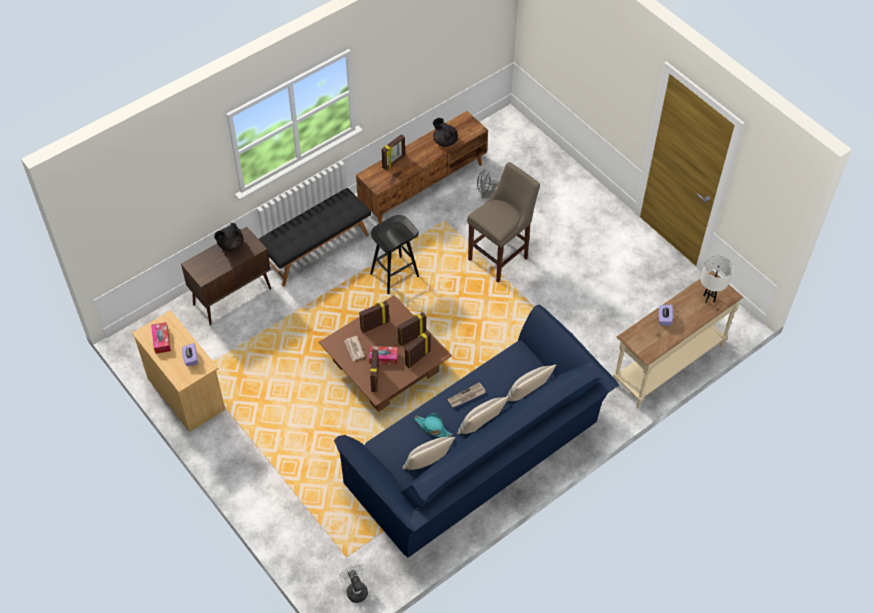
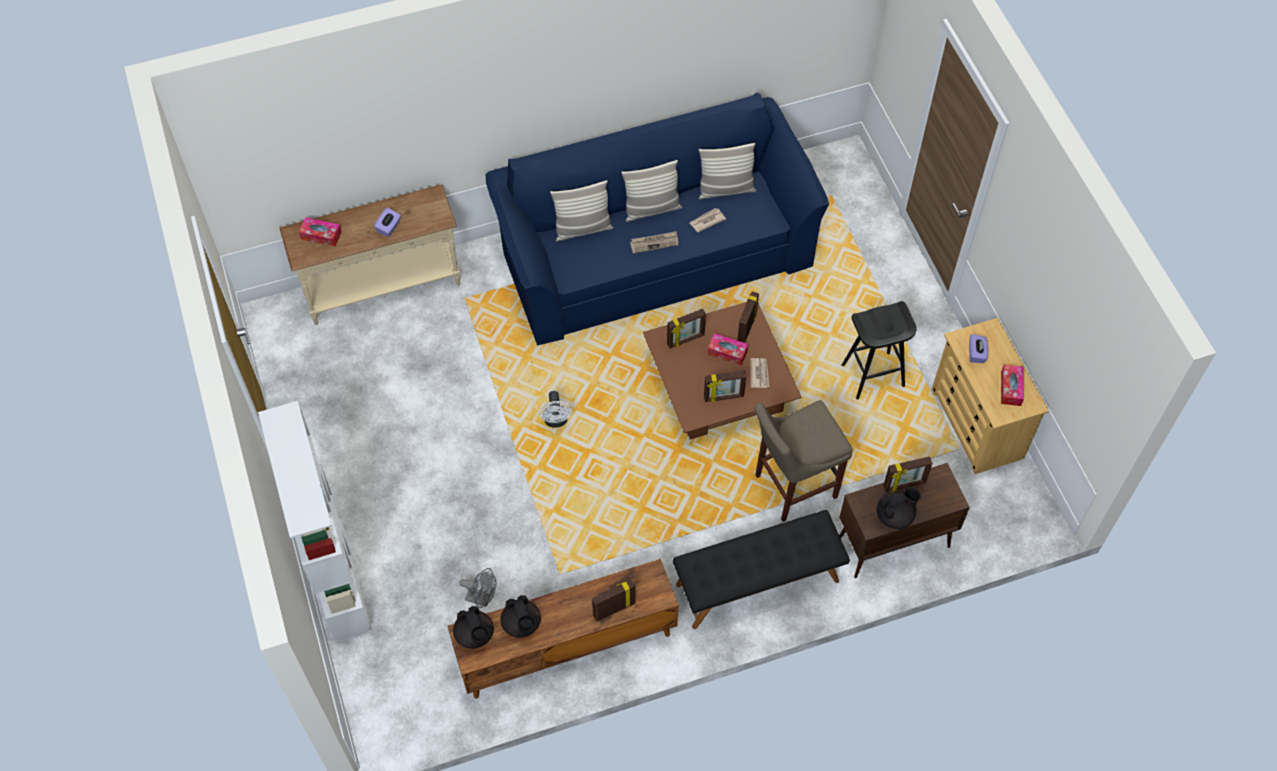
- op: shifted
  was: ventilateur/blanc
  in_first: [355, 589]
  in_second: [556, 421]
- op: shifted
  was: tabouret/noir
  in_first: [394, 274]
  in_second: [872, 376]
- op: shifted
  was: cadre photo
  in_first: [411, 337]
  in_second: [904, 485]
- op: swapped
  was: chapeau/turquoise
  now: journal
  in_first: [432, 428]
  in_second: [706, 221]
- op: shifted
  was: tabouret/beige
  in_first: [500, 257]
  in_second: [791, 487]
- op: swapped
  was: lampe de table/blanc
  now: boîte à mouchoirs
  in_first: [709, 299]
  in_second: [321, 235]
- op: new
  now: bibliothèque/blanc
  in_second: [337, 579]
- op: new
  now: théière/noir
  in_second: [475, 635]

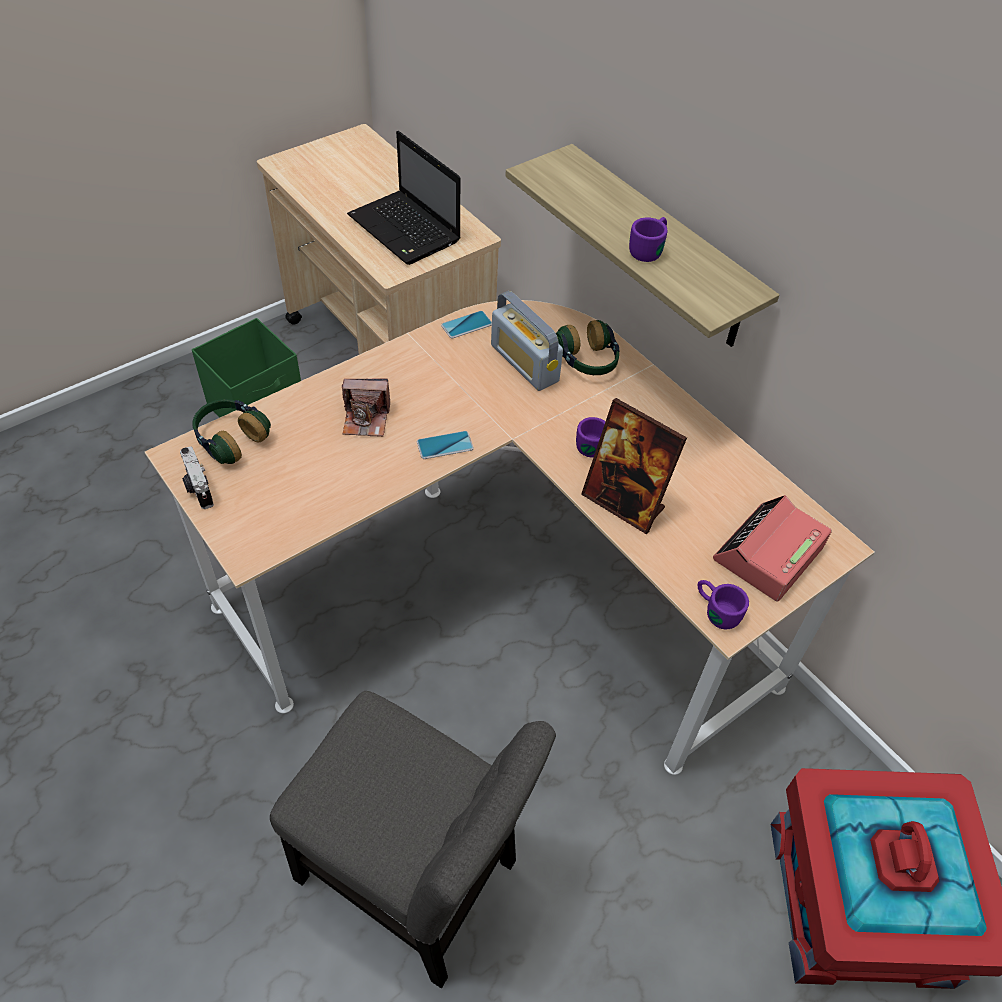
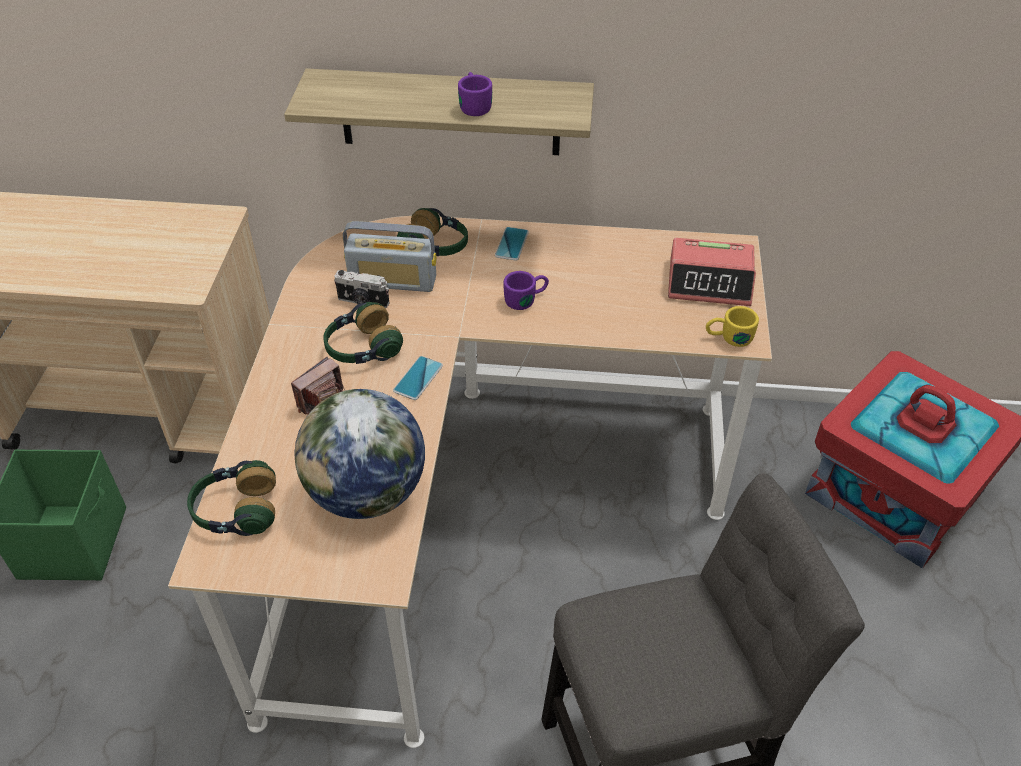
- op: shifted
  was: appareil photo
  in_first: [198, 488]
  in_second: [363, 302]
- op: gone
  was: ordinateur portable
  in_first: [406, 230]
- op: shifted
  was: téléphone
  in_first: [466, 325]
  in_second: [511, 244]
- op: gone
  was: cadre photo
  in_first: [624, 503]
- op: repainted
  was: mug/violet
  now: mug/jaune
  in_first: [715, 610]
  in_second: [728, 337]
- op: rotated
  was: réveil
  in_first: [768, 554]
  in_second: [710, 282]
  clockwise: -75
- op: new
  now: globe
  in_second: [367, 494]
- op: new
  now: casque audio
  in_second: [362, 349]

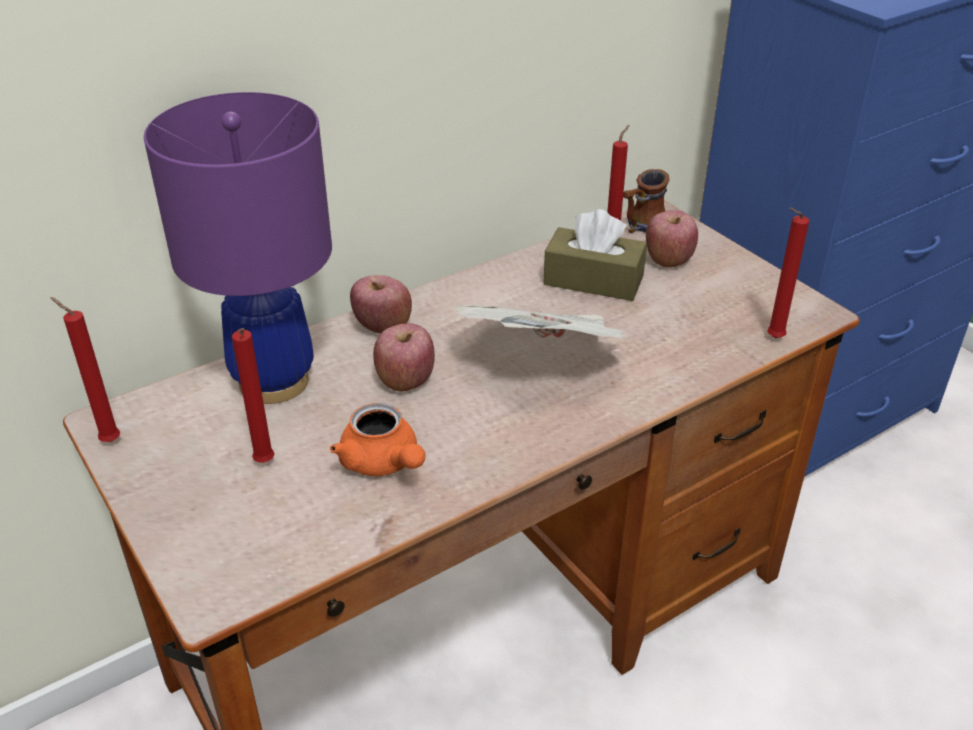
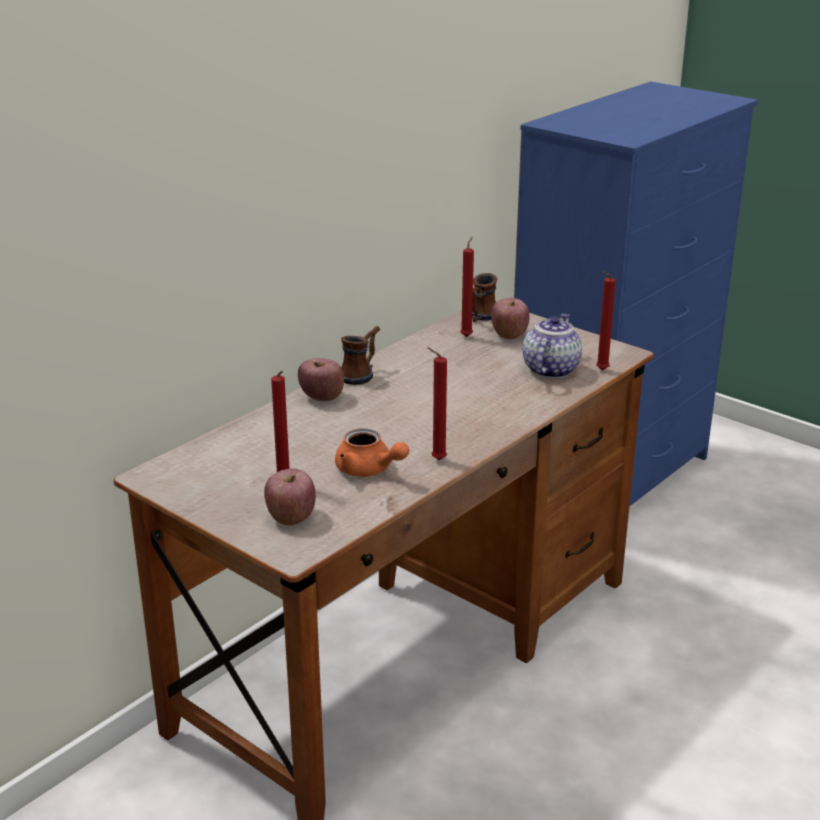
- op: shifted
  was: bougie/rouge
  in_first: [108, 440]
  in_second: [436, 460]
- op: gone
  was: lampe de table/violet
  in_first: [273, 382]
- op: shifted
  was: pomme
  in_first: [405, 380]
  in_second: [291, 517]
- op: gone
  was: journal
  in_first: [546, 358]
- op: gone
  was: boîte à mouchoirs/marron
  in_first: [593, 280]
- op: new
  now: mug
  in_second: [361, 374]
- op: new
  now: théière
  in_second: [550, 369]

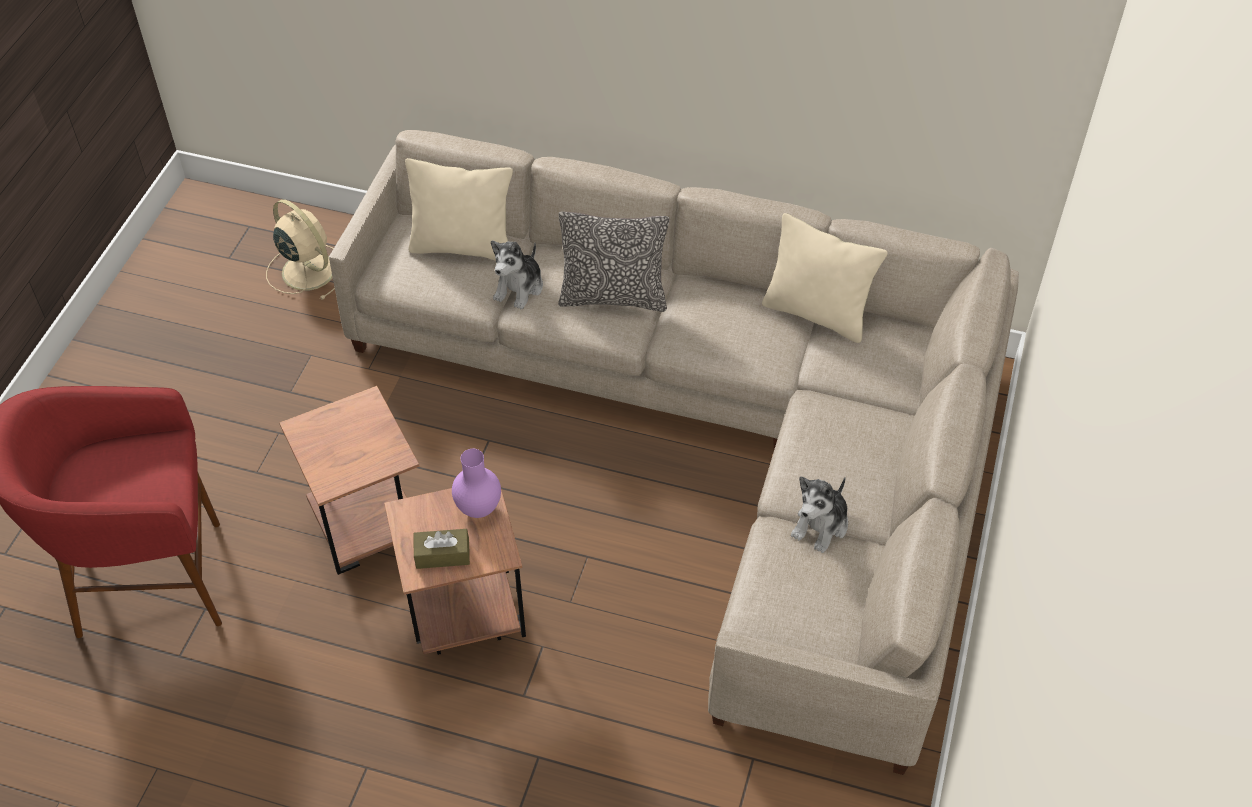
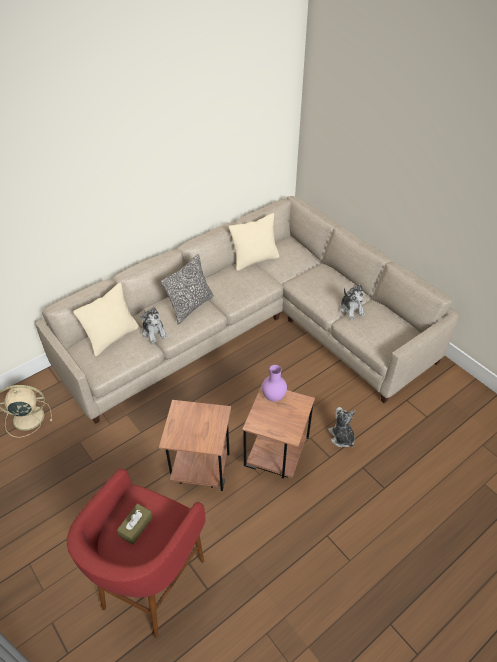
- op: shifted
  was: boîte à mouchoirs/marron
  in_first: [442, 555]
  in_second: [136, 527]
- op: new
  now: peluche
  in_second: [341, 437]

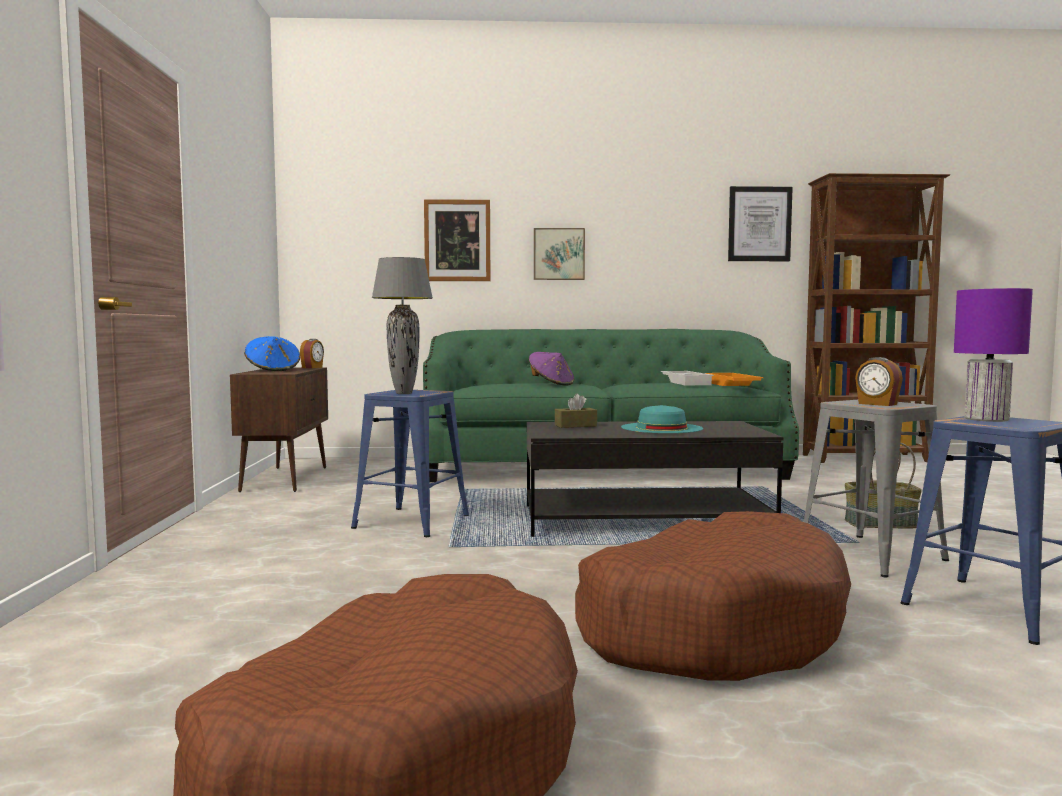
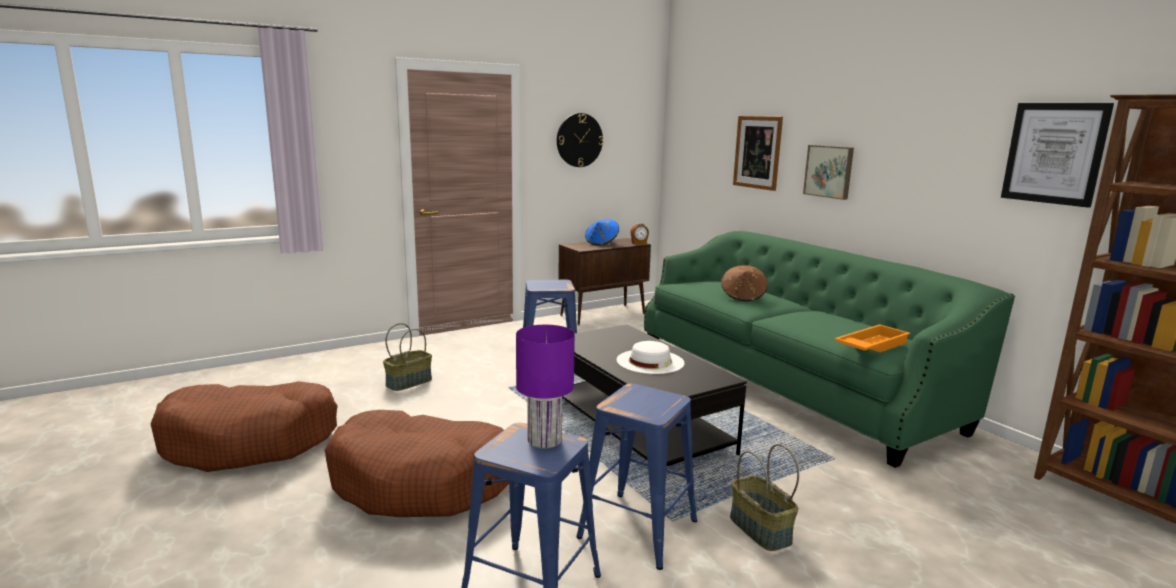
- op: gone
  was: lampe de table/gris
  in_first: [403, 393]
- op: repainted
  was: chapeau/violet
  now: chapeau/marron
  in_first: [551, 384]
  in_second: [743, 296]
- op: gone
  was: boîte à mouchoirs/marron
  in_first: [575, 425]
- op: repainted
  was: chapeau/turquoise
  now: chapeau/blanc
  in_first: [661, 428]
  in_second: [650, 361]
- op: gone
  was: plateau/blanc
  in_first: [687, 382]
- op: repainted
  was: tabouret/gris
  now: tabouret/bleu
  in_first: [872, 554]
  in_second: [639, 529]
- op: gone
  was: réveil
  in_first: [877, 404]
- op: new
  now: panier
  in_second: [409, 382]
- op: new
  now: horloge murale
  in_second: [579, 140]

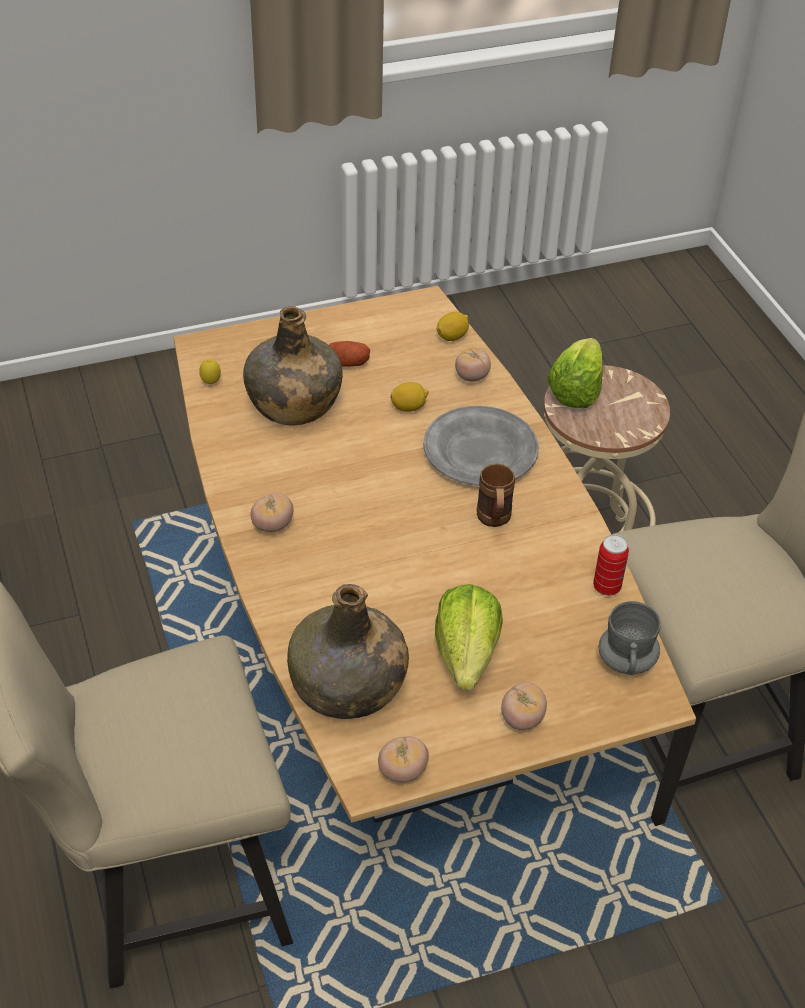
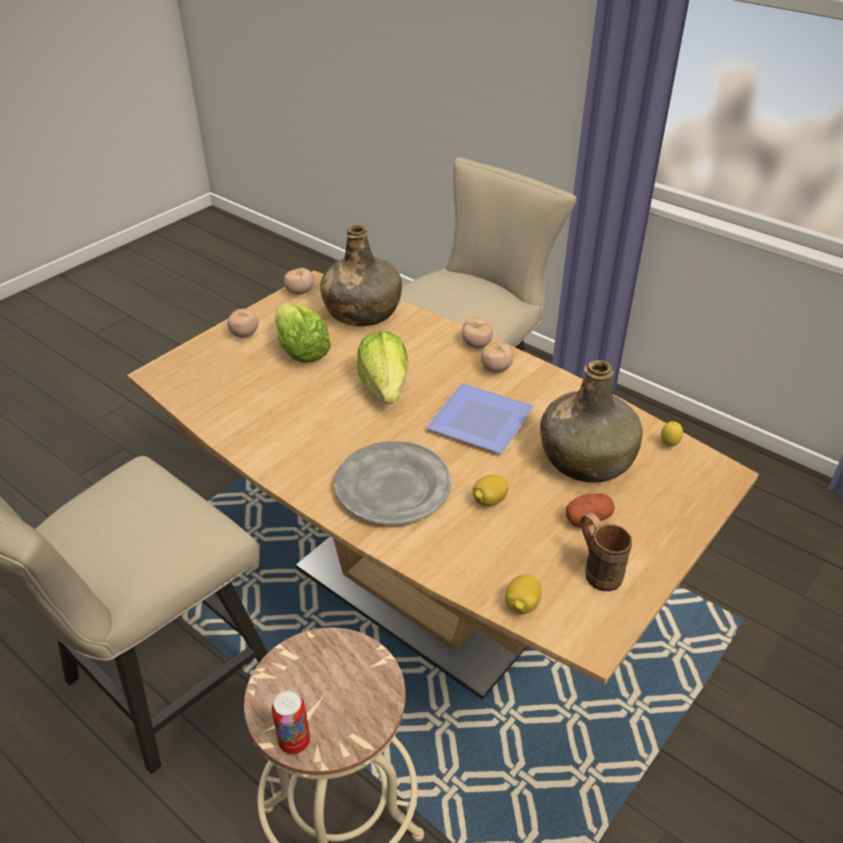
- op: shifted
  was: tomate
  in_first: [471, 377]
  in_second: [476, 344]
- op: shifted
  was: mug/marron
  in_first: [494, 521]
  in_second: [597, 570]
- op: shifted
  was: laitue
  in_first: [576, 391]
  in_second: [385, 388]
- op: shifted
  was: boîte métallique
  in_first: [606, 587]
  in_second: [294, 741]
- op: gone
  was: mug/gris
  in_first: [626, 661]
- op: new
  now: assiette
  in_second: [481, 424]

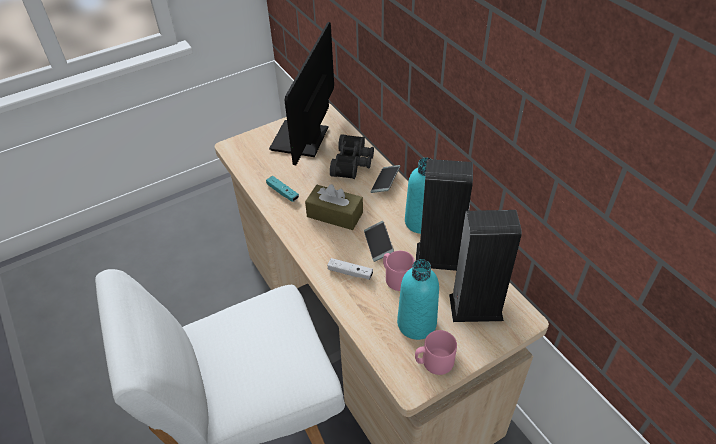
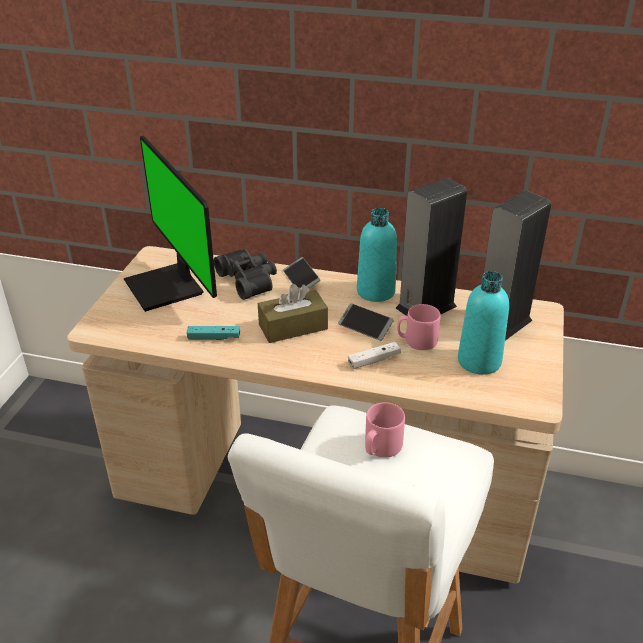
- op: shifted
  was: mug/rose
  in_first: [433, 362]
  in_second: [380, 448]

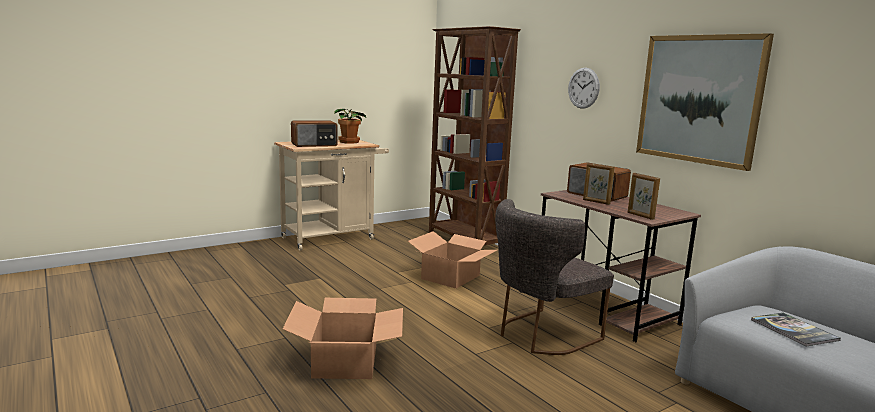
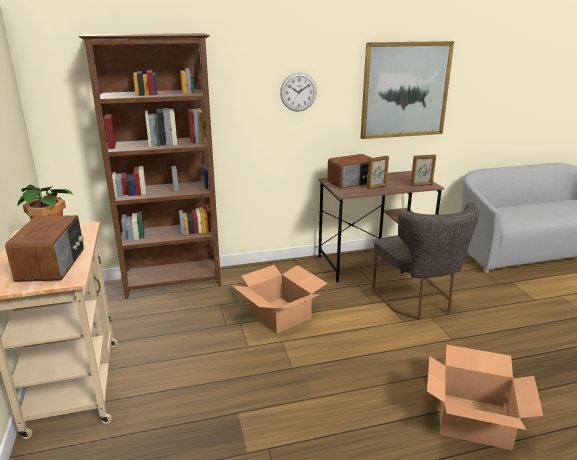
- op: gone
  was: livre
  in_first: [793, 330]

